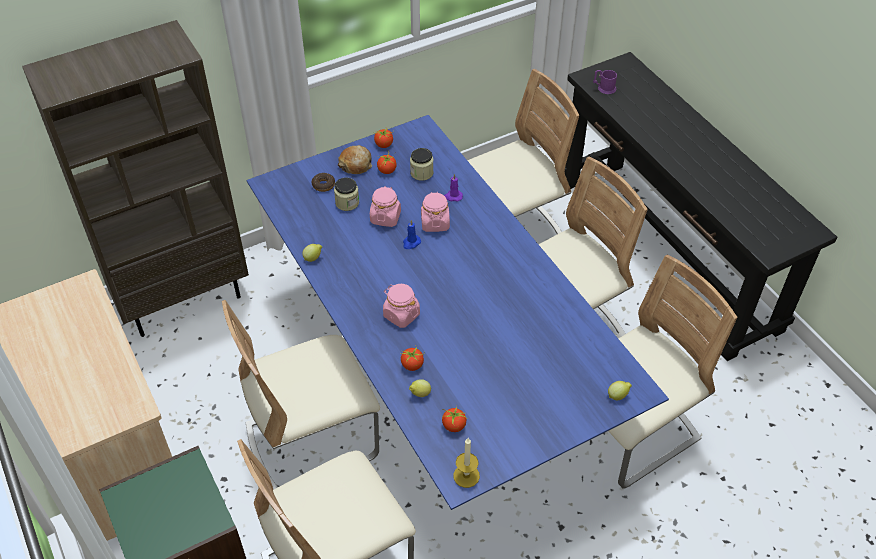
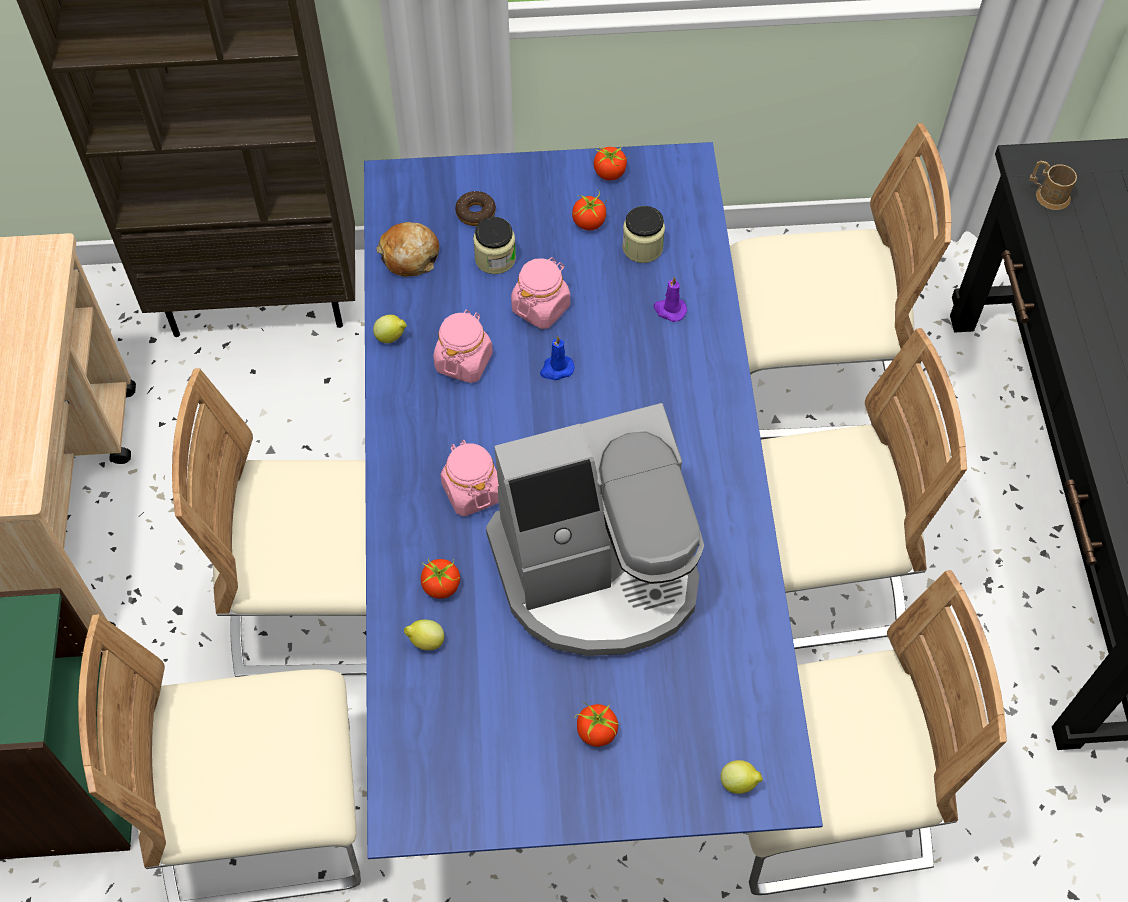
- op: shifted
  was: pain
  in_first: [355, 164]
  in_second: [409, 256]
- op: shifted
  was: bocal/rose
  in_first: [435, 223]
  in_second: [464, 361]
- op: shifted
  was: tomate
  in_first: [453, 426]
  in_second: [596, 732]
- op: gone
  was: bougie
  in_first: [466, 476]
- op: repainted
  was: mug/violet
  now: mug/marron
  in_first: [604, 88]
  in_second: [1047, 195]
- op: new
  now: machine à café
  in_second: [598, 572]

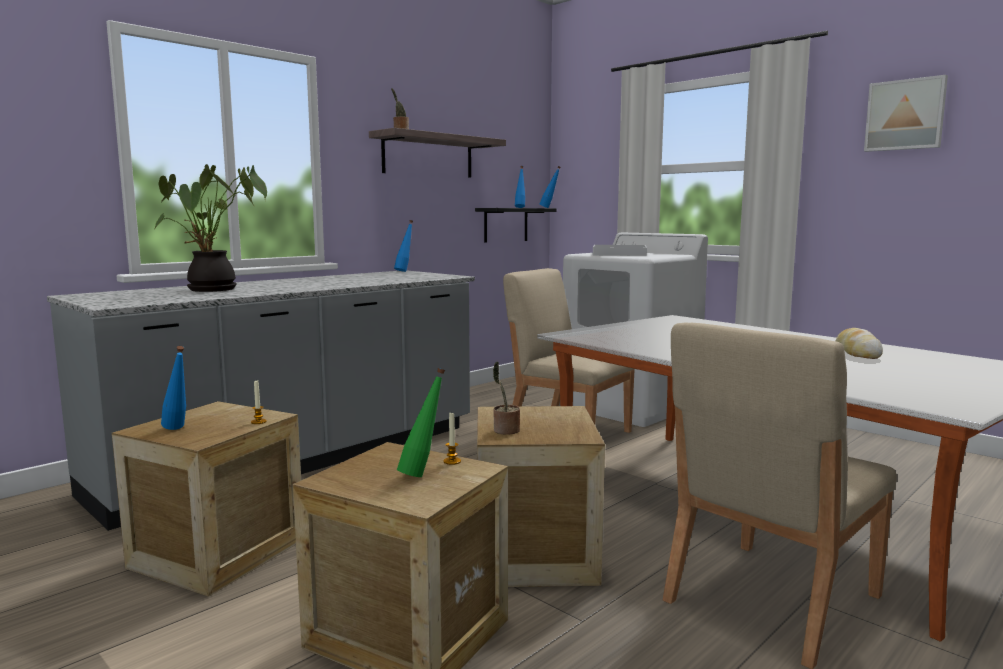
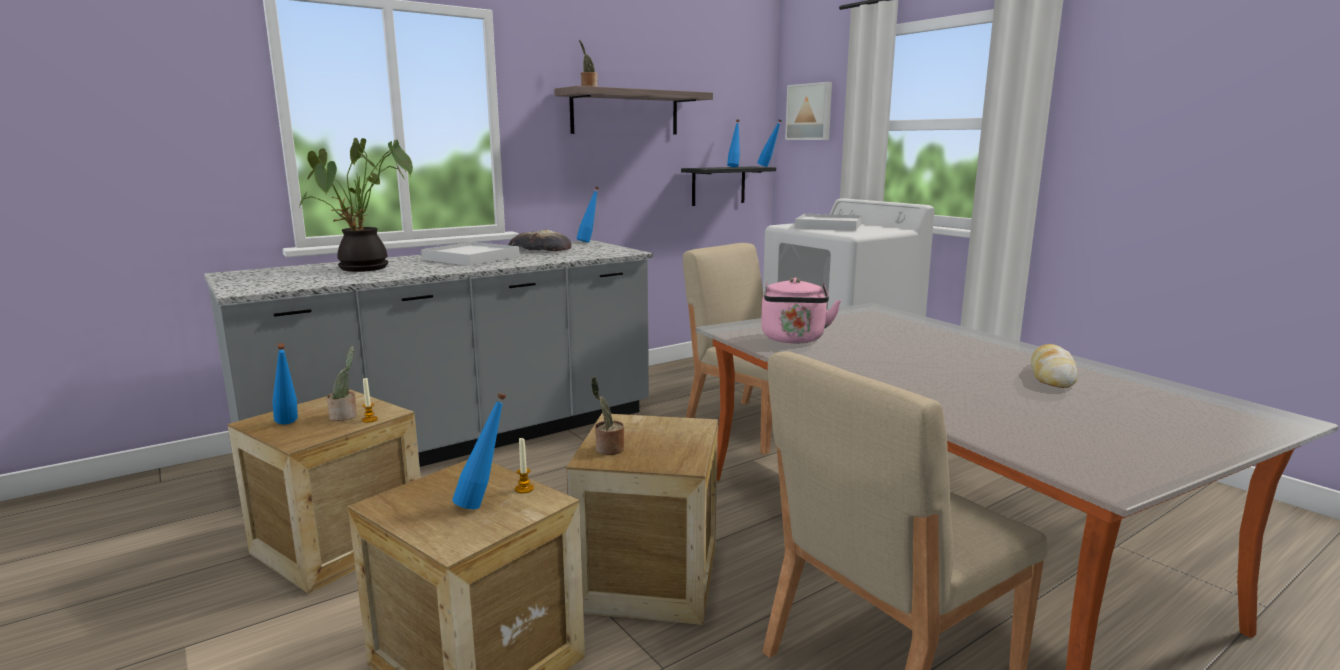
- op: repainted
  was: bouteille/vert
  now: bouteille/bleu
  in_first: [423, 474]
  in_second: [483, 504]
- op: shifted
  was: tableau
  in_first: [905, 115]
  in_second: [810, 112]
- op: new
  now: plante en pot
  in_second: [345, 416]
- op: new
  now: plateau/blanc
  in_second: [471, 258]
- op: new
  now: pain
  in_second: [540, 249]
- op: new
  now: bouilloire/rose
  in_second: [793, 339]

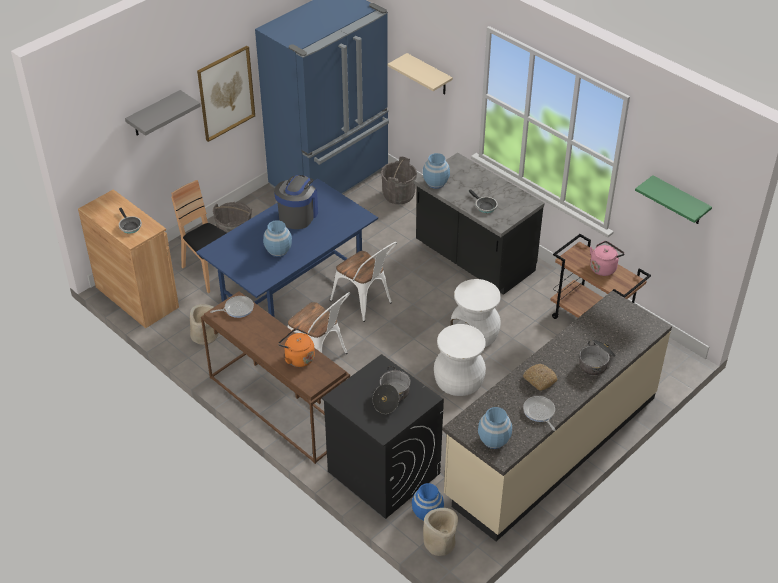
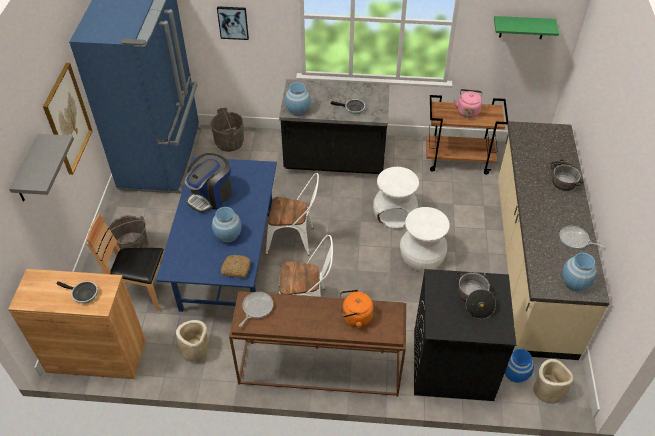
- op: rotated
  was: machine à café
  in_first: [298, 215]
  in_second: [211, 196]
  clockwise: -120
- op: swapped
  was: étagère/beige
  now: tableau
  in_first: [429, 75]
  in_second: [233, 22]
- op: shifted
  was: pain
  in_first: [539, 380]
  in_second: [236, 269]

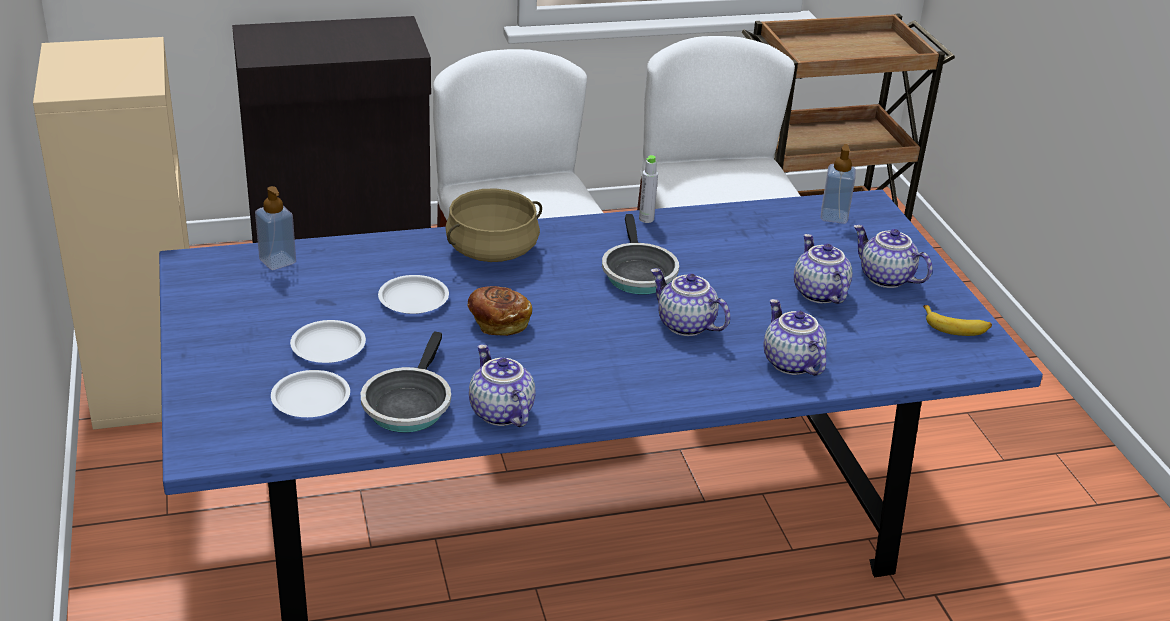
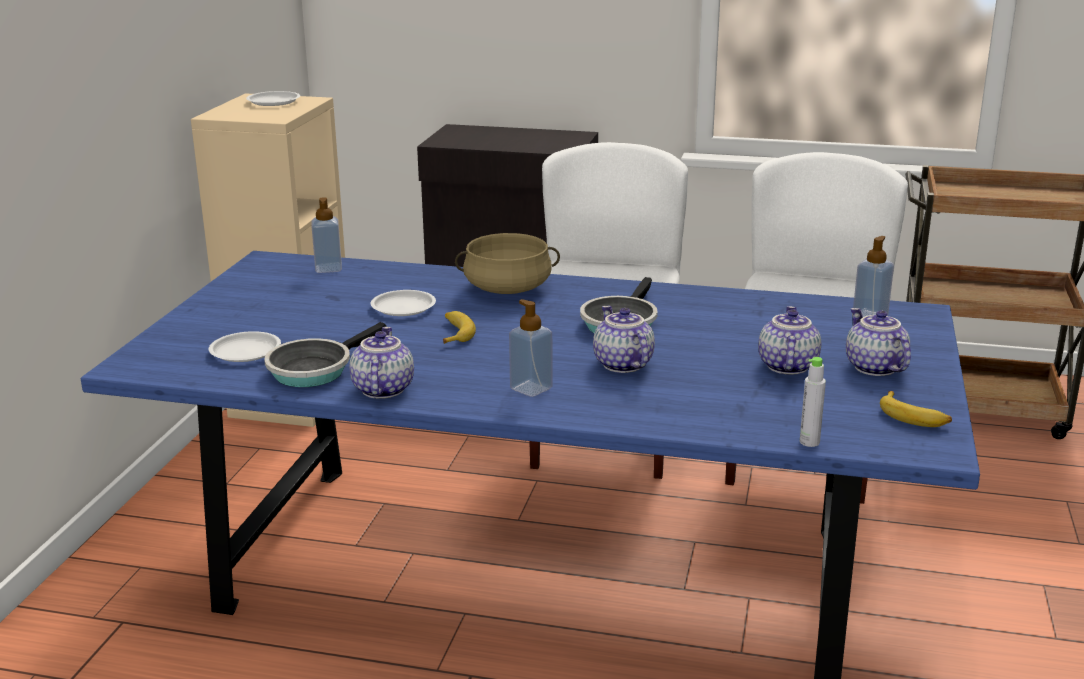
- op: shifted
  was: assiette/blanc
  in_first: [328, 346]
  in_second: [273, 102]
- op: swapped
  was: pain
  now: banane
  in_first: [498, 322]
  in_second: [455, 333]
- op: shifted
  was: bouteille/gris
  in_first: [646, 219]
  in_second: [809, 442]
- op: gone
  was: théière
  in_first: [790, 363]
- op: new
  now: distributeur de savon
  in_second: [531, 388]

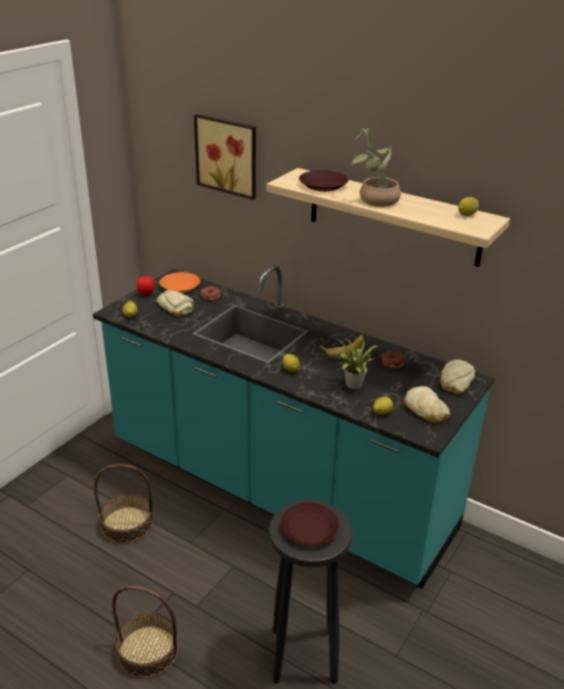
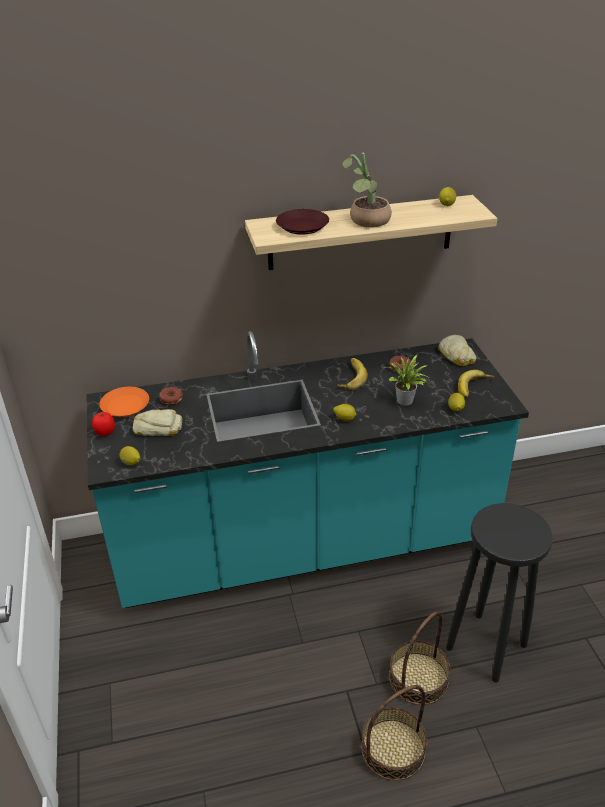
- op: shifted
  was: panier
  in_first: [127, 524]
  in_second: [418, 678]
- op: gone
  was: tableau
  in_first: [228, 155]
- op: gone
  was: assiette/marron
  in_first: [309, 529]
- op: swapped
  was: pain
  now: banane
  in_first: [425, 410]
  in_second: [475, 388]

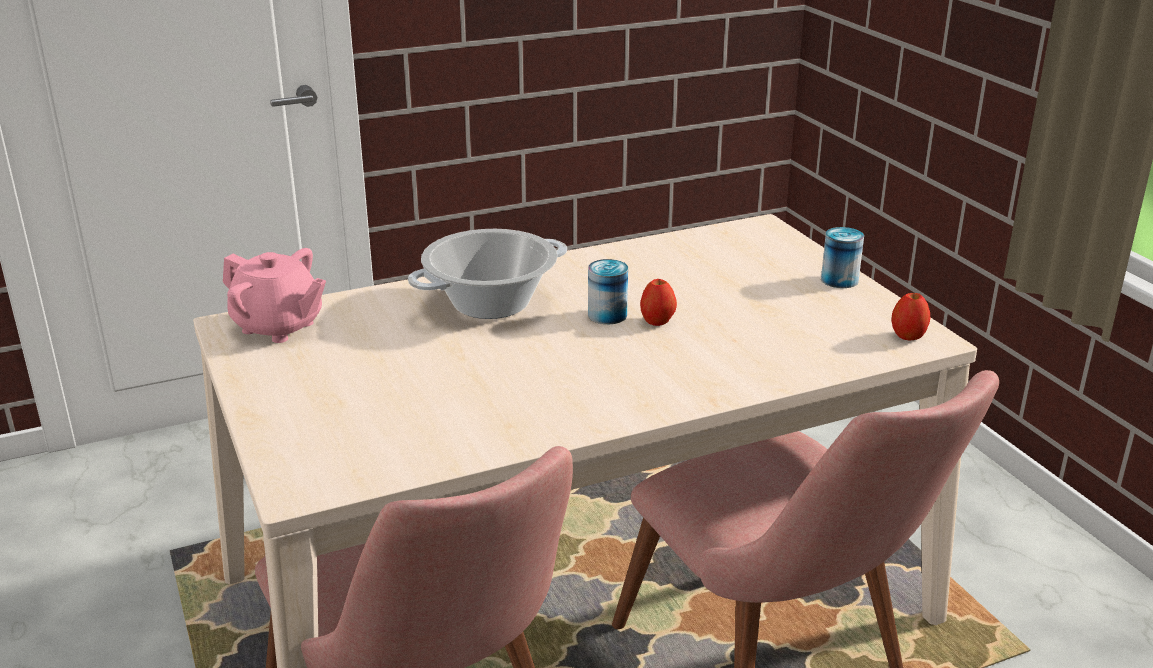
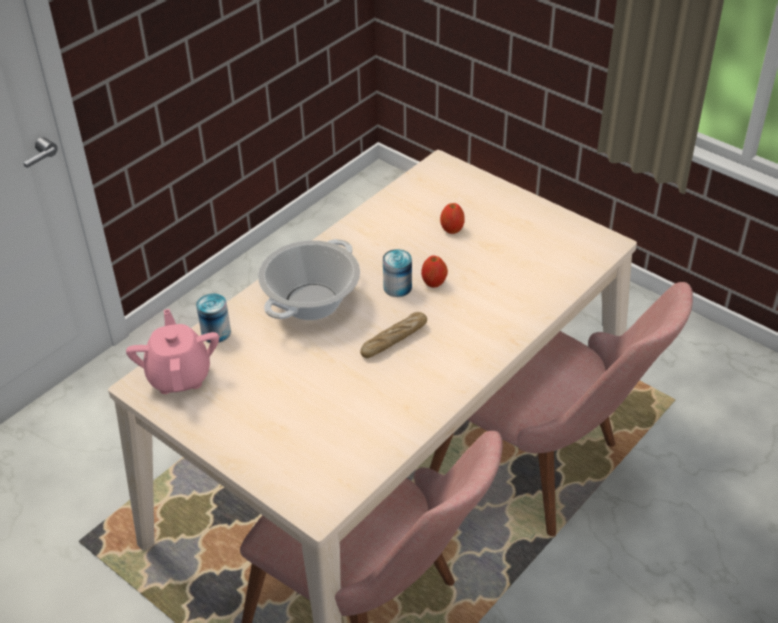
- op: rotated
  was: théière/rose
  in_first: [278, 327]
  in_second: [179, 376]
  clockwise: -105
- op: shifted
  was: boîte métallique
  in_first: [839, 280]
  in_second: [216, 332]
- op: shifted
  was: pomme
  in_first: [908, 336]
  in_second: [452, 229]
- op: new
  now: pain
  in_second: [394, 340]

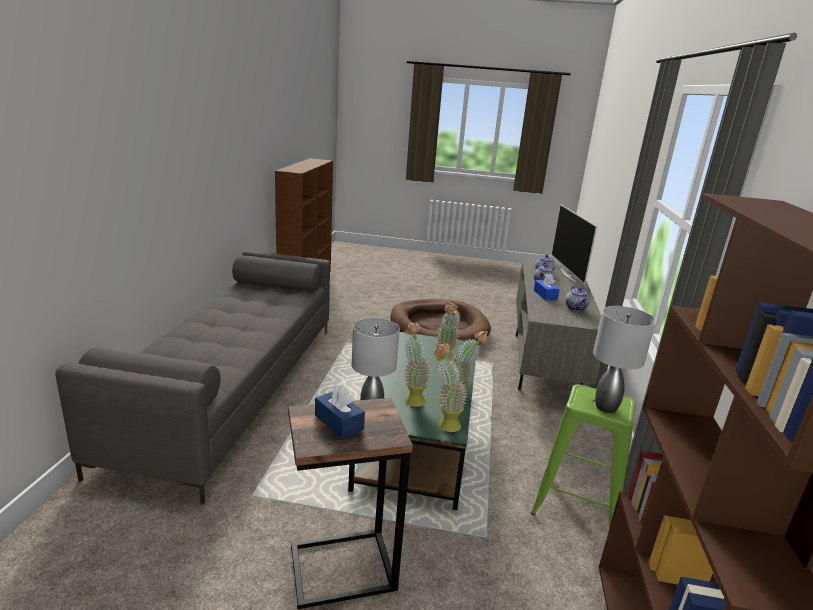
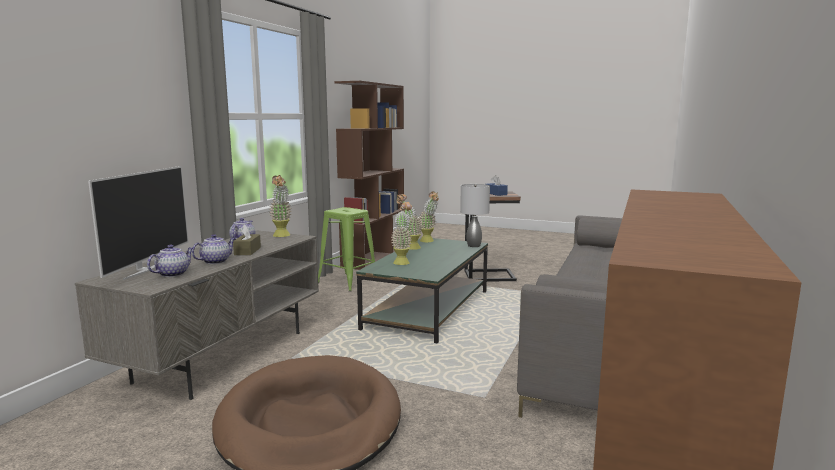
- op: shifted
  was: plante en pot
  in_first: [412, 398]
  in_second: [282, 236]
- op: repainted
  was: boîte à mouchoirs/bleu
  now: boîte à mouchoirs/marron
  in_first: [545, 295]
  in_second: [247, 251]
- op: gone
  was: lampe de table/gris
  in_first: [605, 406]

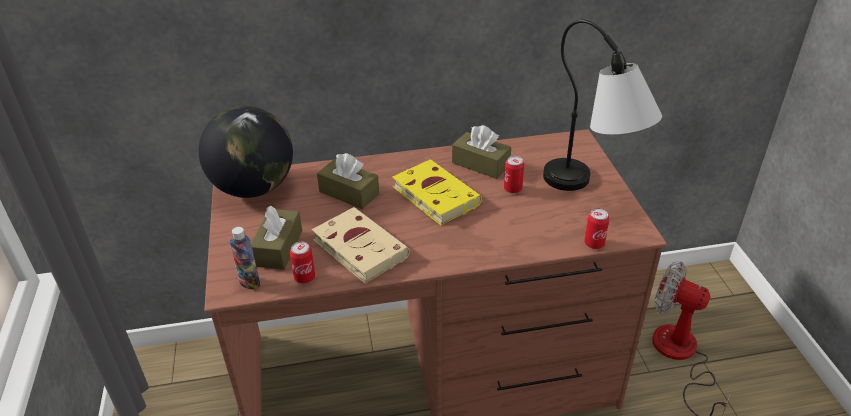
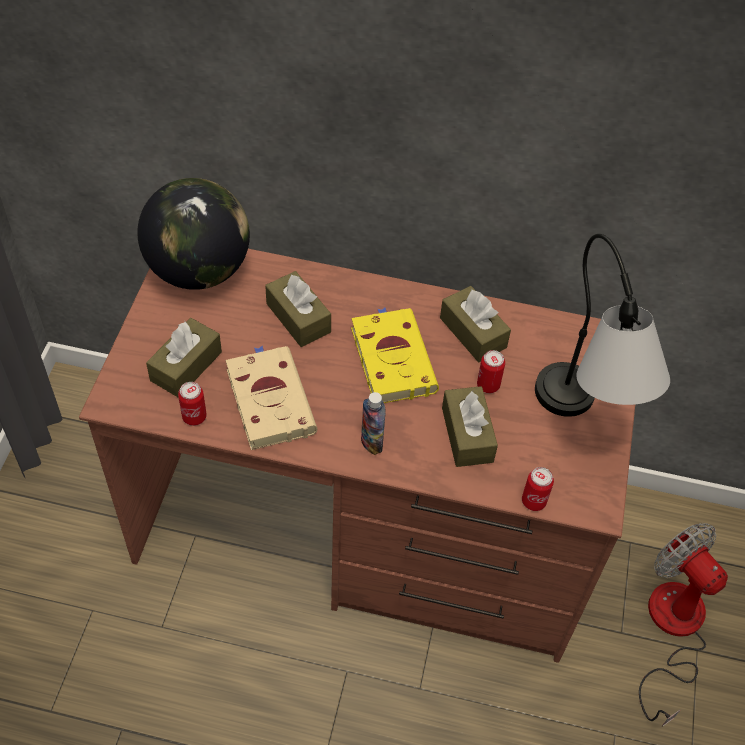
- op: shifted
  was: bouteille
  in_first: [249, 282]
  in_second: [371, 442]
- op: new
  now: boîte à mouchoirs/marron
  in_second: [467, 434]

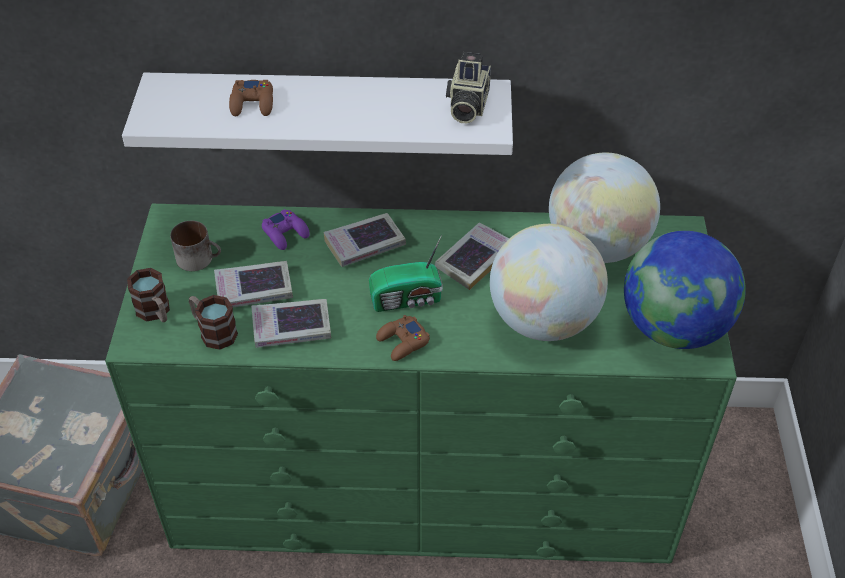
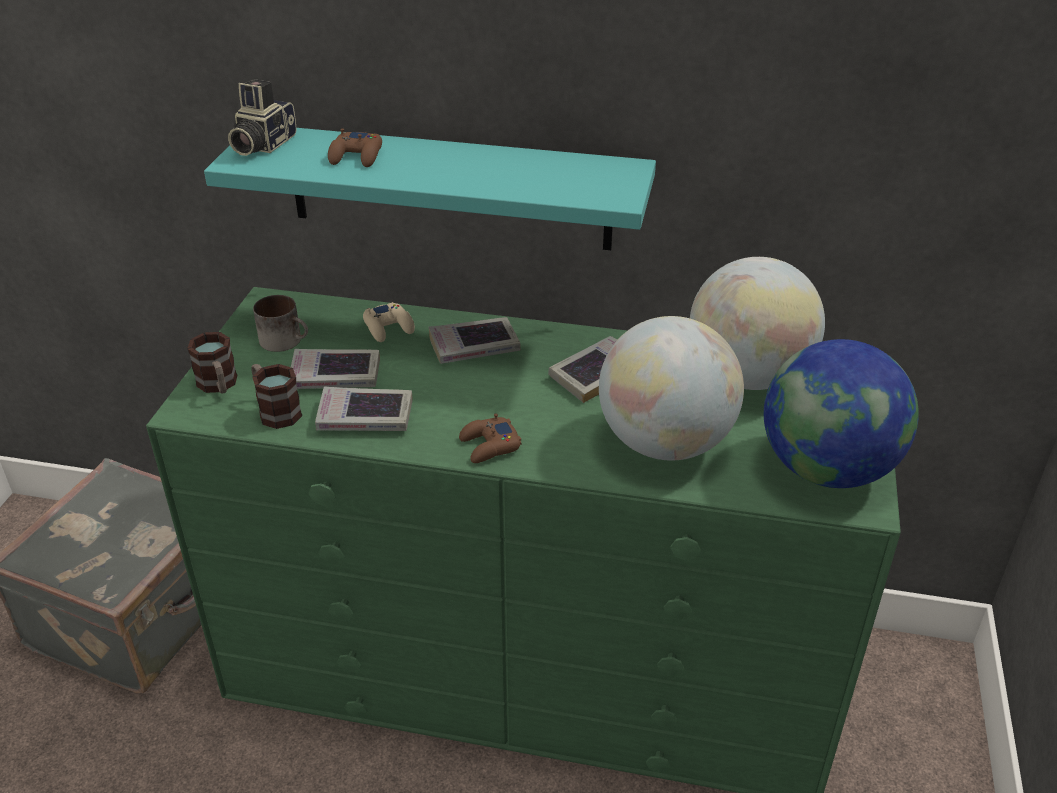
- op: repainted
  was: étagère/blanc
  now: étagère/turquoise
  in_first: [329, 111]
  in_second: [449, 187]
- op: repainted
  was: manette/violet
  now: manette/beige
  in_first: [286, 233]
  in_second: [389, 327]
- op: gone
  was: radio
  in_first: [408, 299]
- op: shifted
  was: appareil photo
  in_first: [466, 106]
  in_second: [261, 144]

